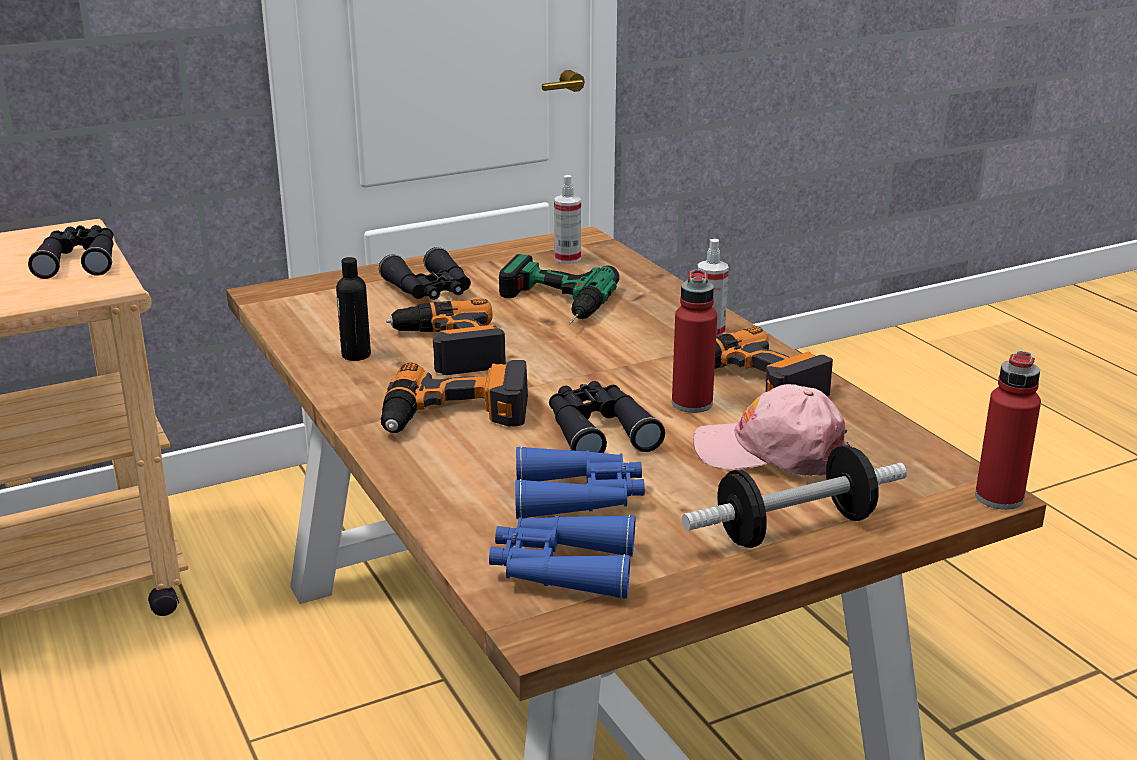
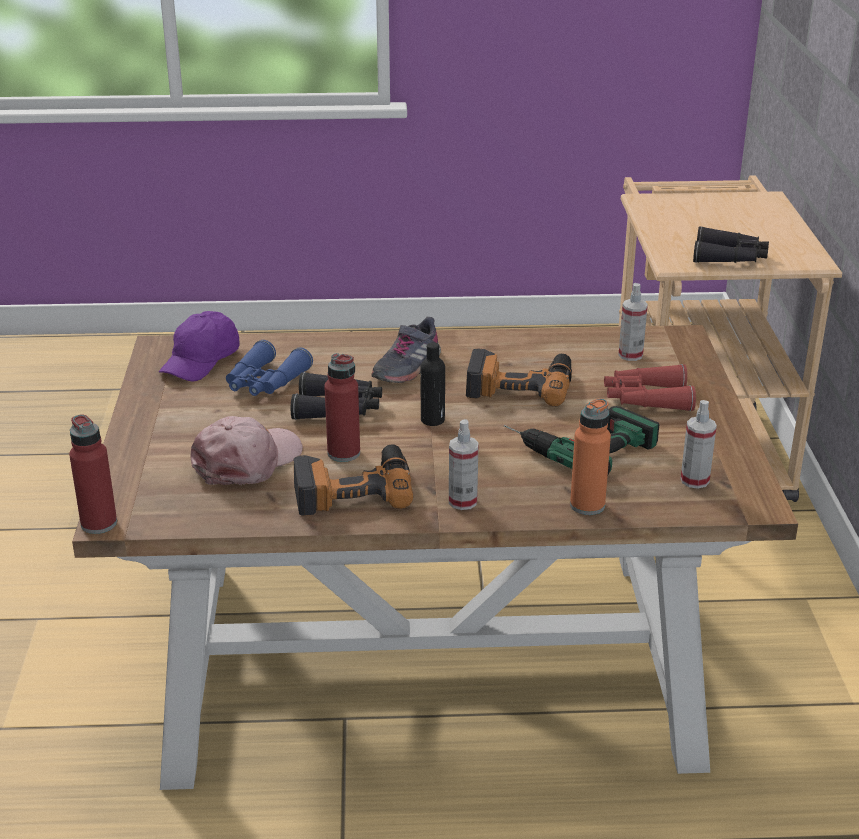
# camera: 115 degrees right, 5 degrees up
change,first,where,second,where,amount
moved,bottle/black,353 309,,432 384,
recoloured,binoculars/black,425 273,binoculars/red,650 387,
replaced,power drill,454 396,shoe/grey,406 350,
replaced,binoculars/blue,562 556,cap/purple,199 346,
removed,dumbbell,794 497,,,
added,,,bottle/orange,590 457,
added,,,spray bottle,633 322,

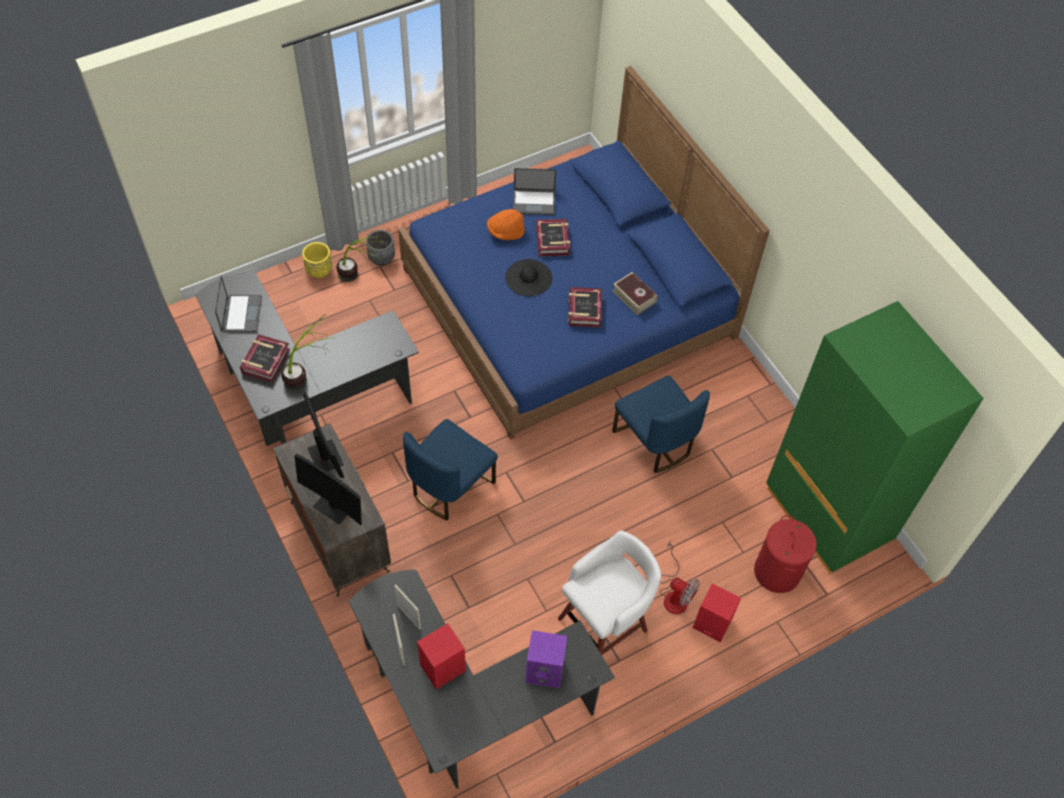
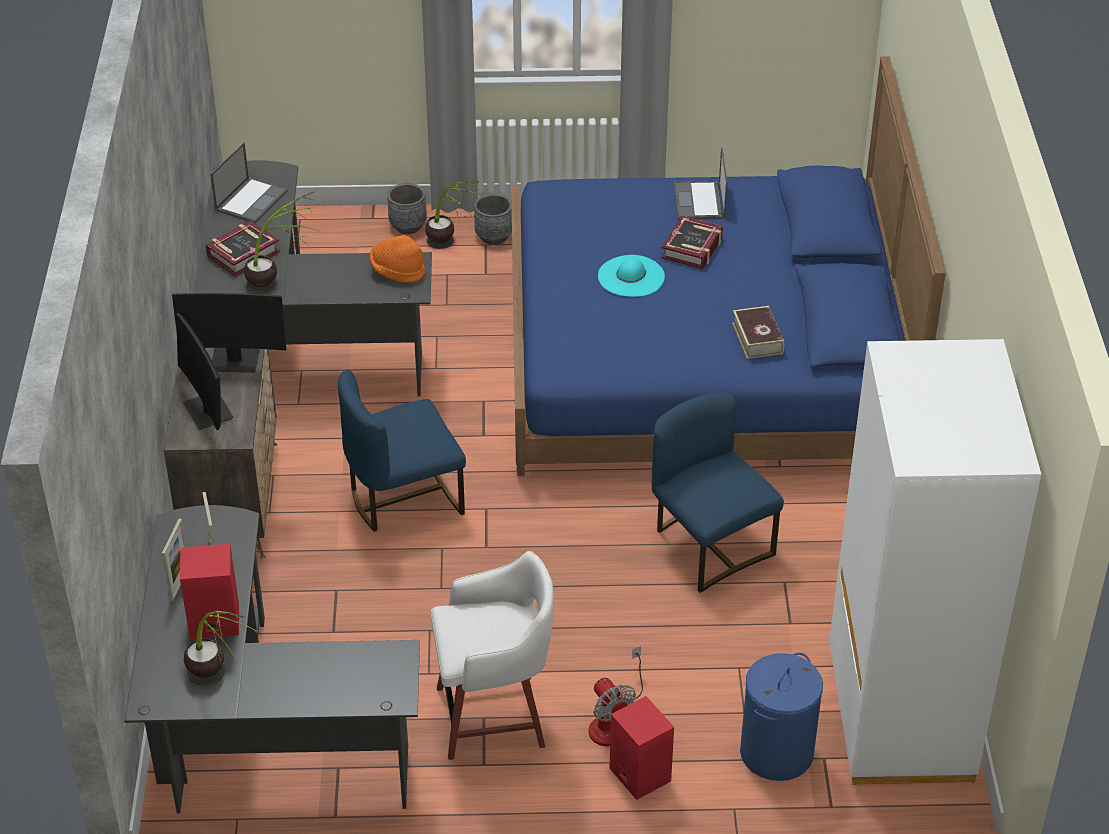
# camera: 30 degrees right, 15 degrees down
change,first,where,second,where,amount
recoloured,planter/yellow,317 260,planter/grey,407 208,
turned,monitor,323 435,,229 332,90 degrees clockwise
moved,hat/orange,506 224,,397 259,
recoloured,hat/black,528 277,hat/turquoise,631 276,
turned,laptop,534 191,,700 183,60 degrees clockwise
removed,speaker/purple,546 659,,,
removed,book,585 307,,,
turned,chair/blue,661 424,,718 492,150 degrees clockwise
recoloured,laundry basket/red,785 554,laundry basket/blue,781 717,
recoloured,wardrobe/green,875 437,wardrobe/white,935 562,
added,,,potted plant,221 648,

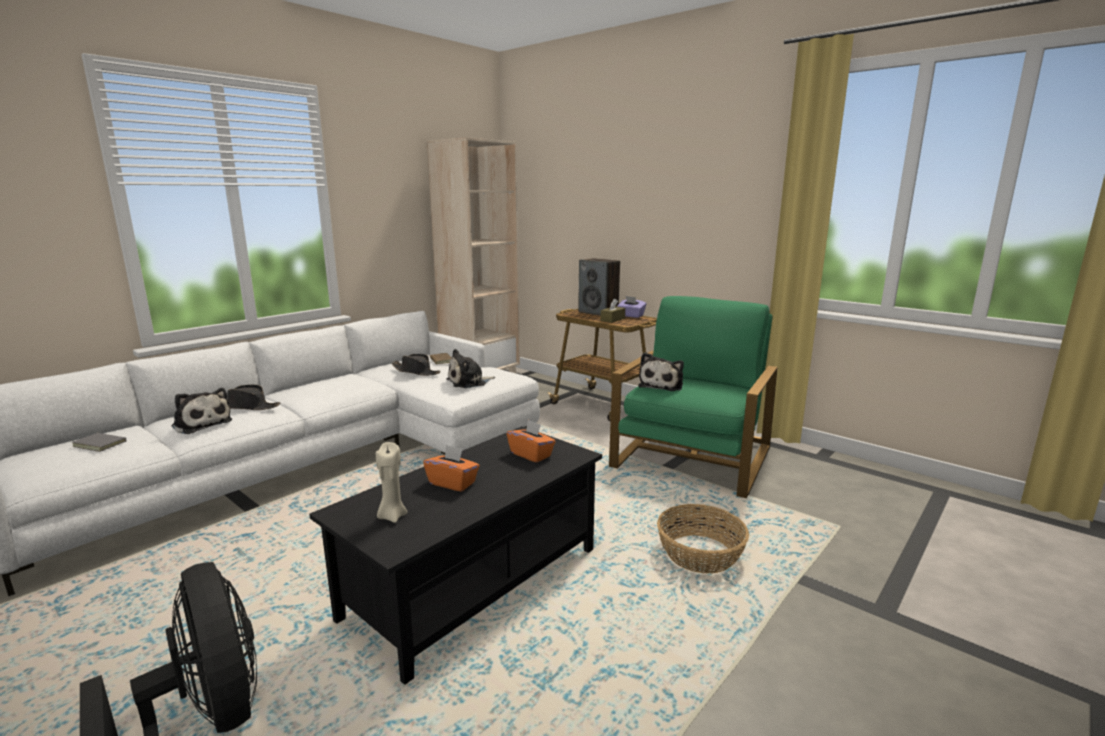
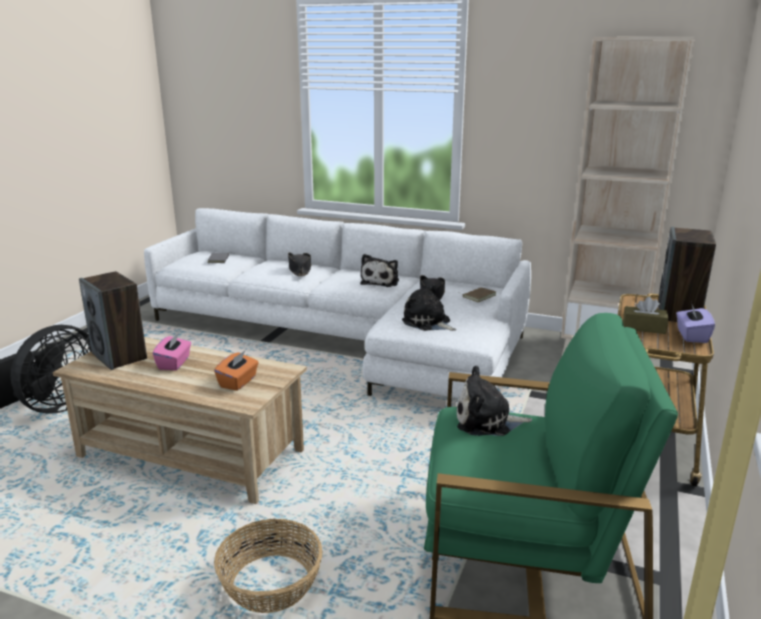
# camera: 70 degrees right, 5 degrees up
change,first,where,second,where,amount
moved,plush toy,201 411,,379 270,
recoloured,coffee table/black,455 555,coffee table/beige,180 420,
replaced,candle/beige,391 482,speaker,113 320,
recoloured,tissue box/orange,451 468,tissue box/pink,172 351,

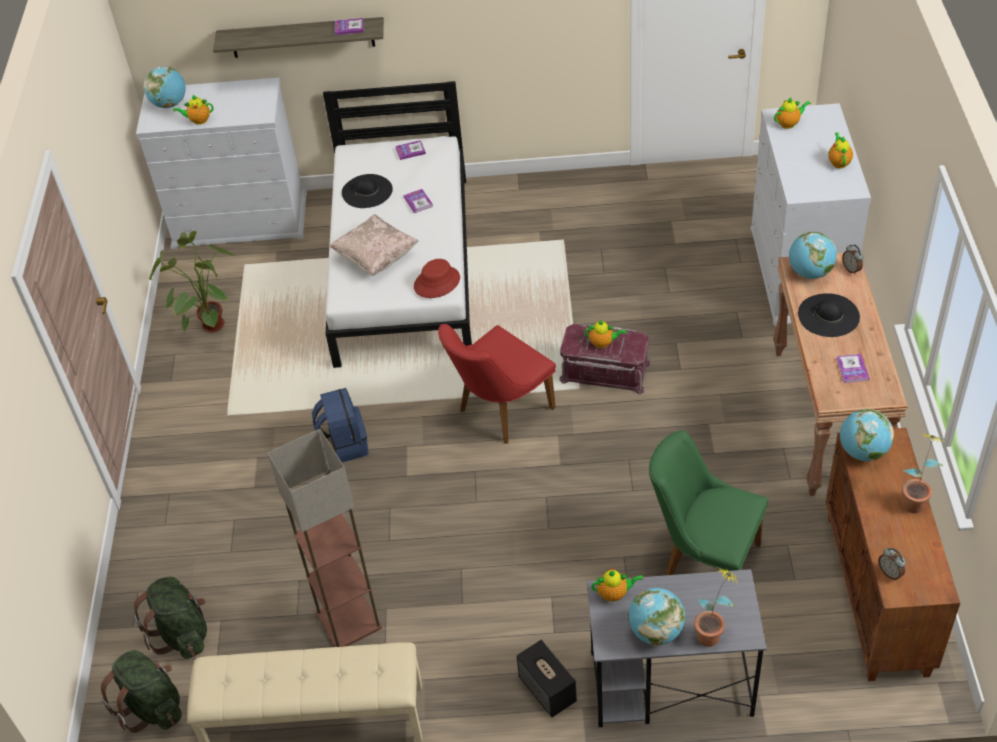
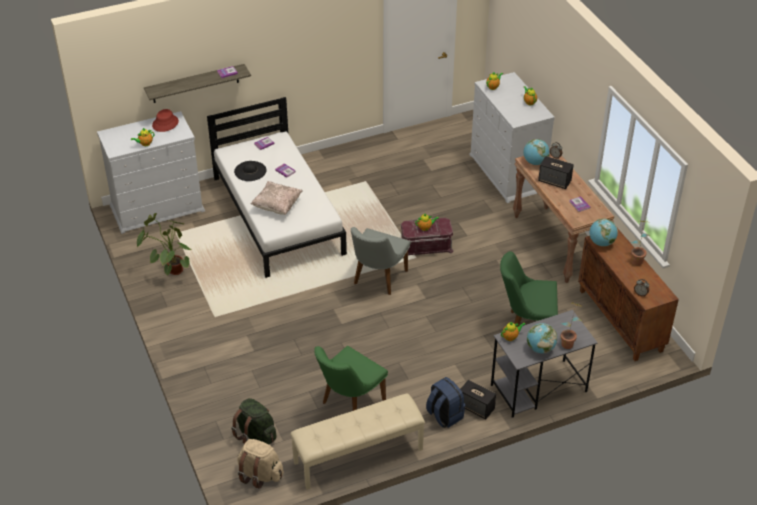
# camera: 25 degrees left, 5 degrees down
change,first,where,second,where,amount
recoloured,backpack/green,141 691,backpack/beige,260 464,
removed,globe,164 87,,,
replaced,floor lamp,324 538,chair/green,351 378,
moved,backpack/blue,340 425,,445 402,
moved,hat/red,437 278,,165 120,
recoloured,chair/red,497 384,chair/grey,380 261,
replaced,hat/black,829 315,speaker,556 172,

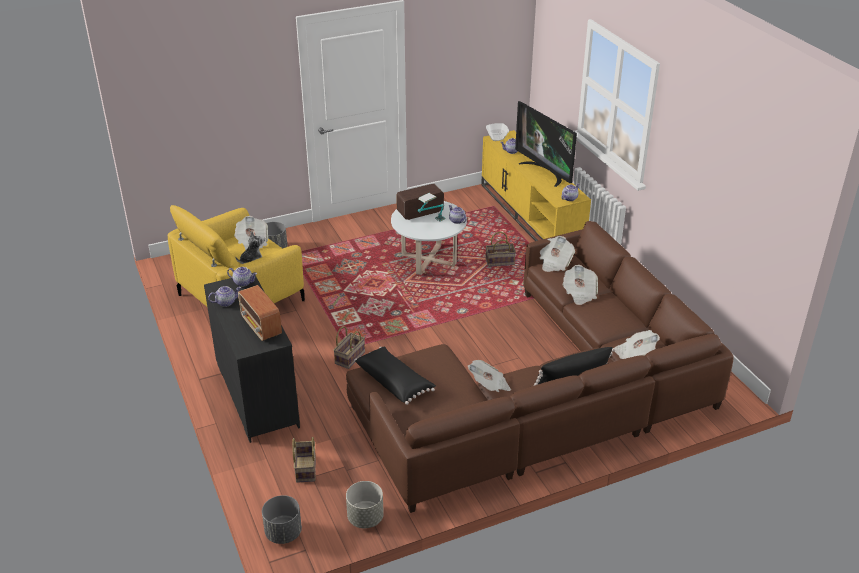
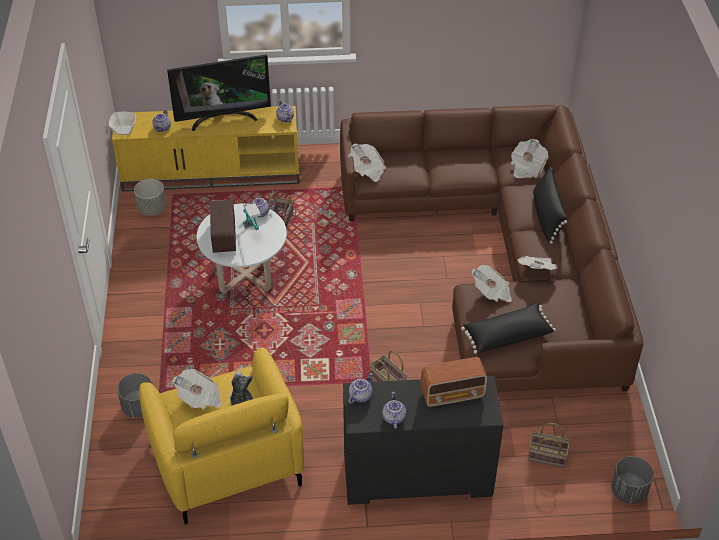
# camera: 70 degrees left, 10 degrees up
change,first,where,second,where,amount
moved,planter/grey,365 504,,150 197,
moved,newspaper,580 285,,492 283,

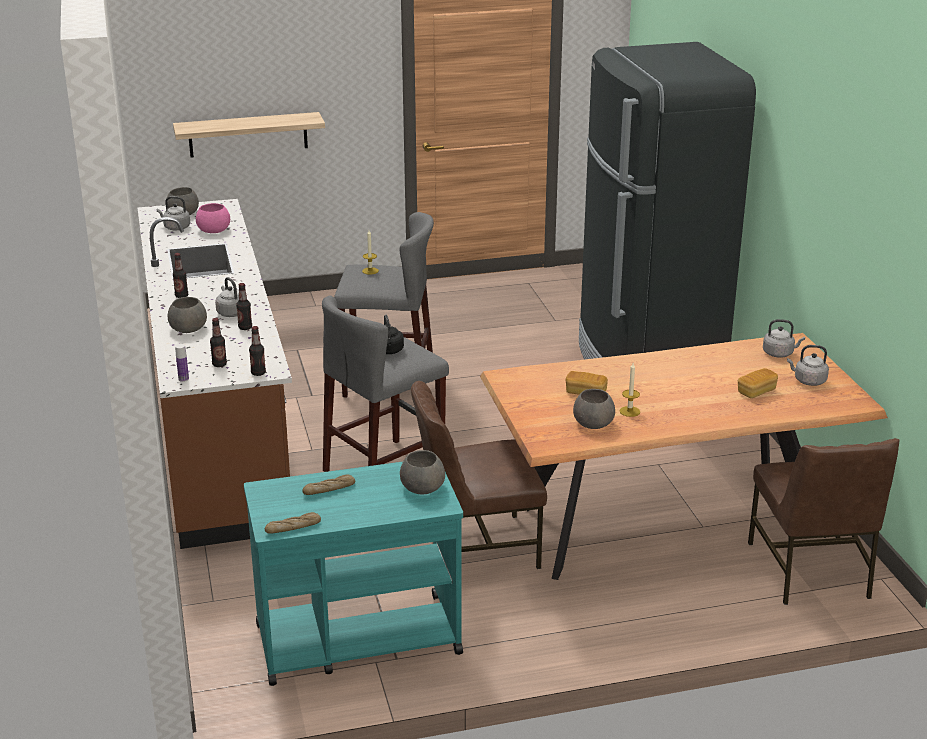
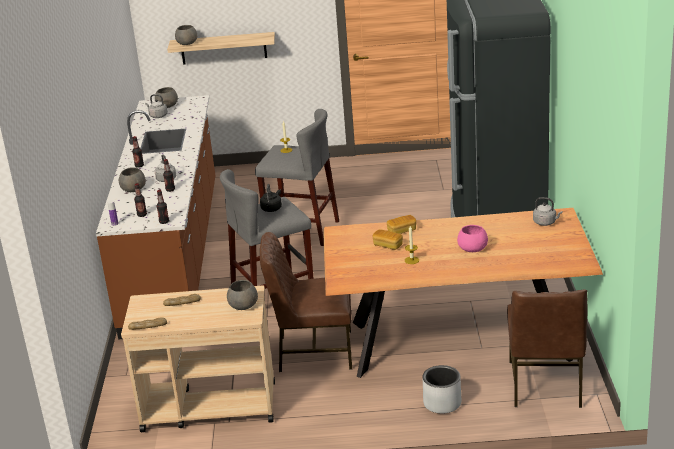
# camera: 15 degrees right, 0 degrees up
change,first,where,second,where,amount
moved,bowl/pink,213 218,,472 238,
recoloured,cart/turquoise,353 574,cart/beige,198 359,
moved,bowl/grey,594 409,,186 35,
moved,bread,758 383,,401 224,
removed,kettle/grey,808 365,,,
added,,,planter/grey,441 389,

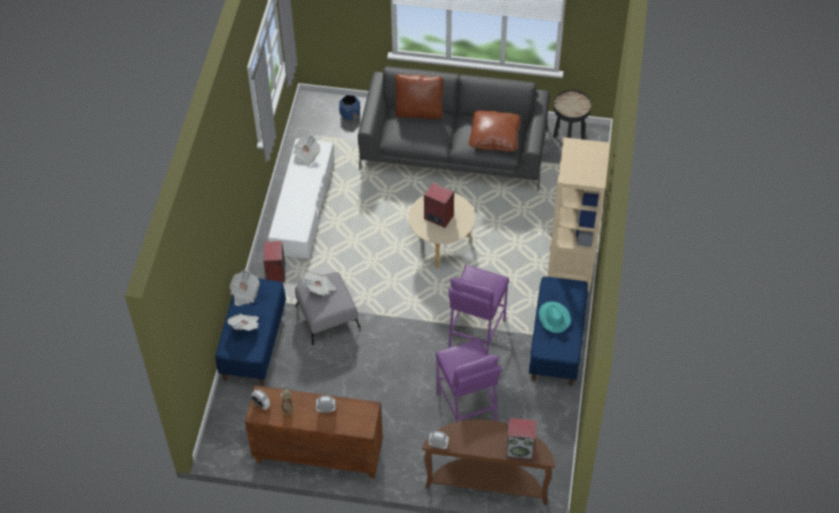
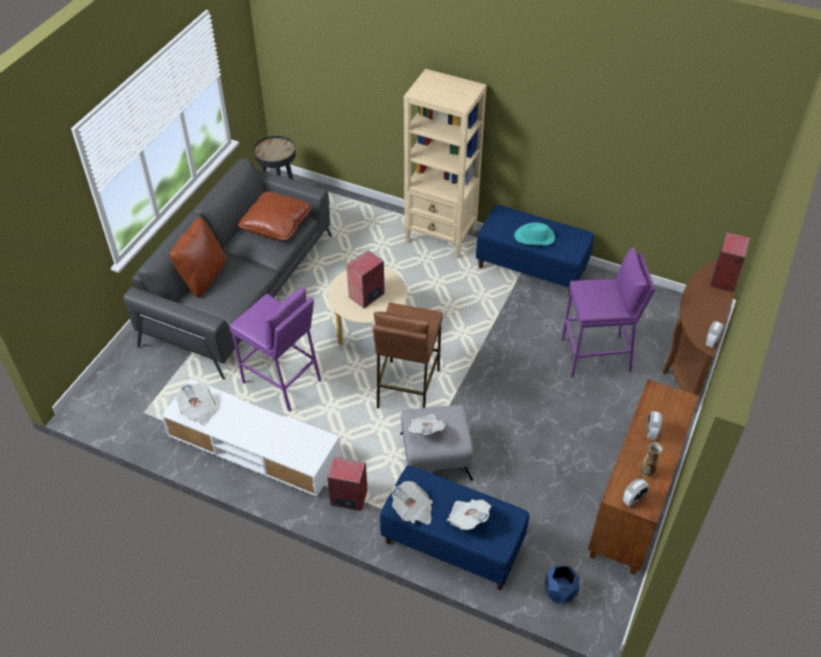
# camera: 75 degrees left, 5 degrees down
change,first,where,second,where,amount
moved,planter/blue,349 107,,562 584,
moved,stool/purple,478 310,,275 349,
added,,,stool/brown,408 356,

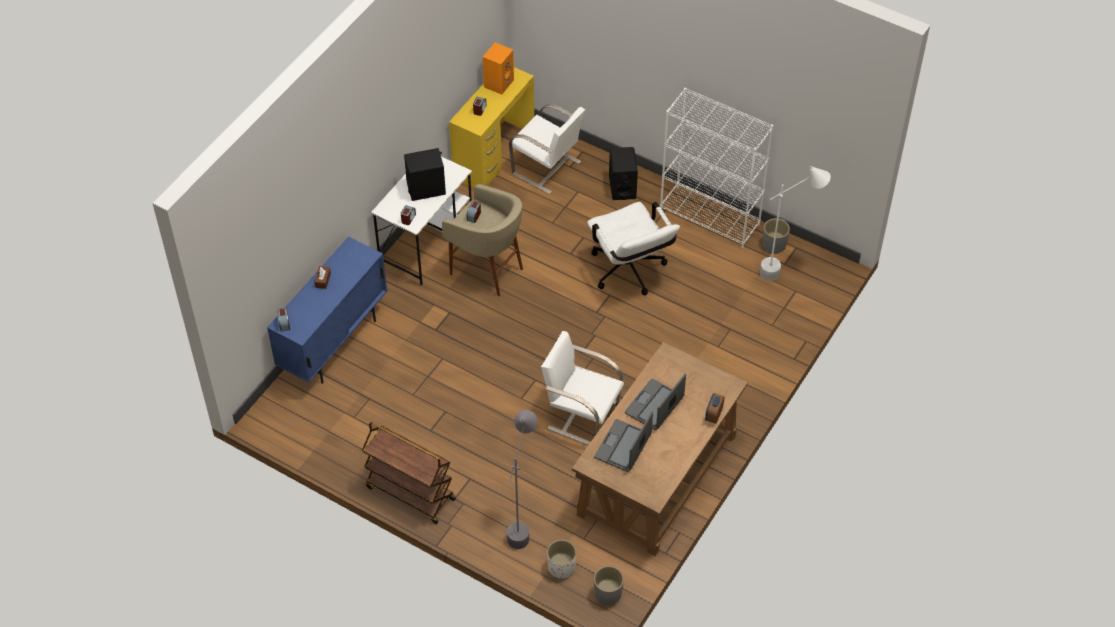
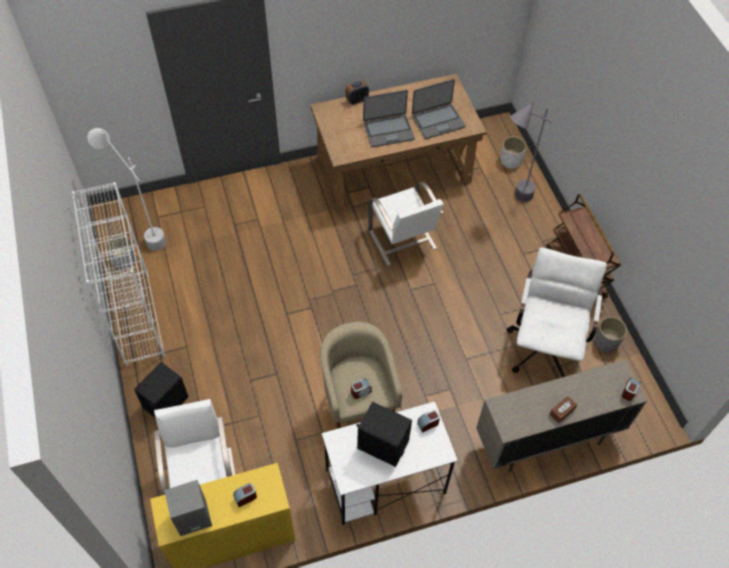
# camera: 140 degrees left, 5 degrees up
change,first,where,second,where,amount
recoloured,cabinet/blue,327 310,cabinet/beige,562 416,
recoloured,speaker/orange,498 68,speaker/grey,188 508,
moved,office chair/white,633 248,,557 312,
moved,planter/grey,609 586,,610 334,

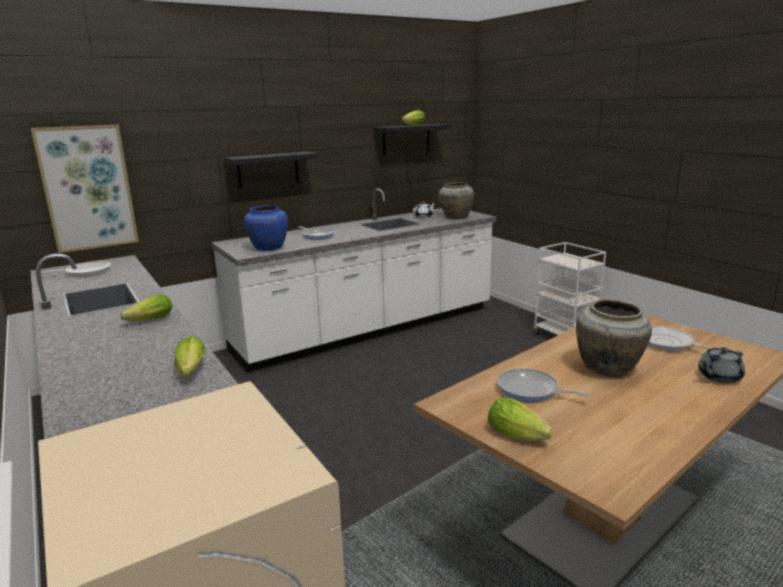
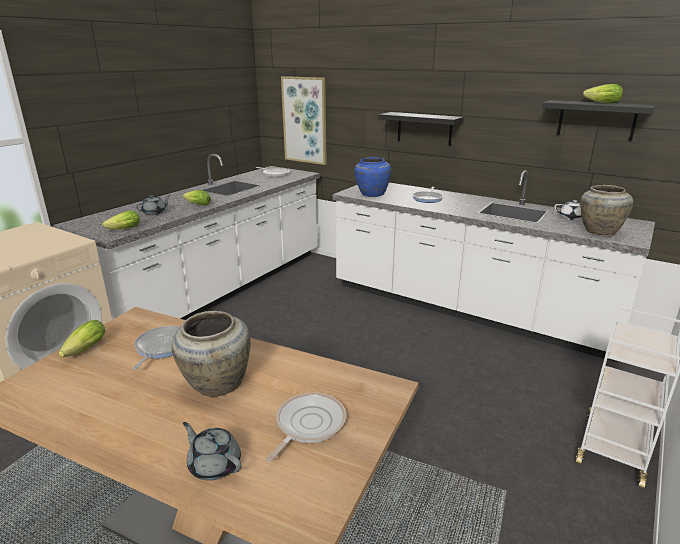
# camera: 65 degrees right, 5 degrees up
change,first,where,second,where,amount
added,,,teapot/grey,153 205,

